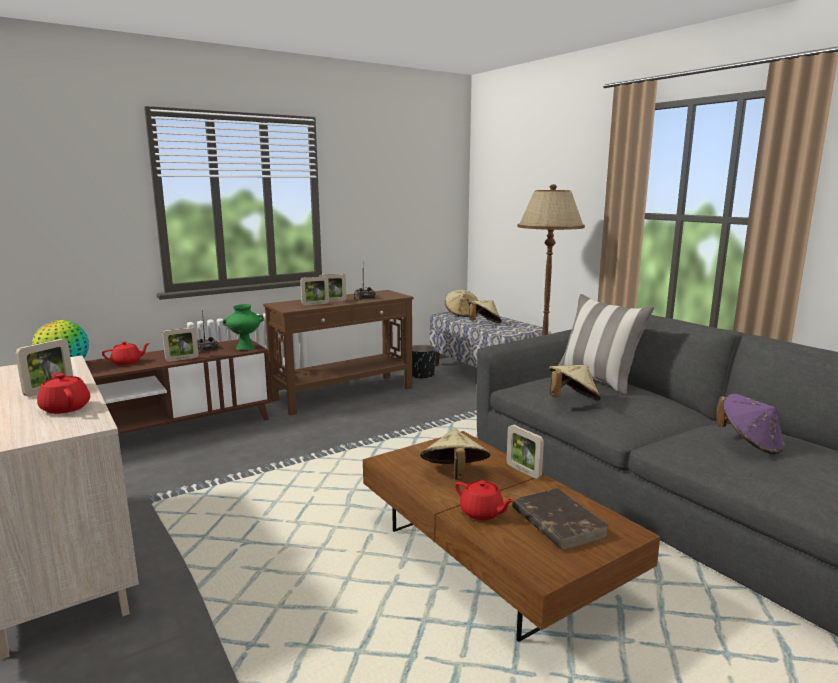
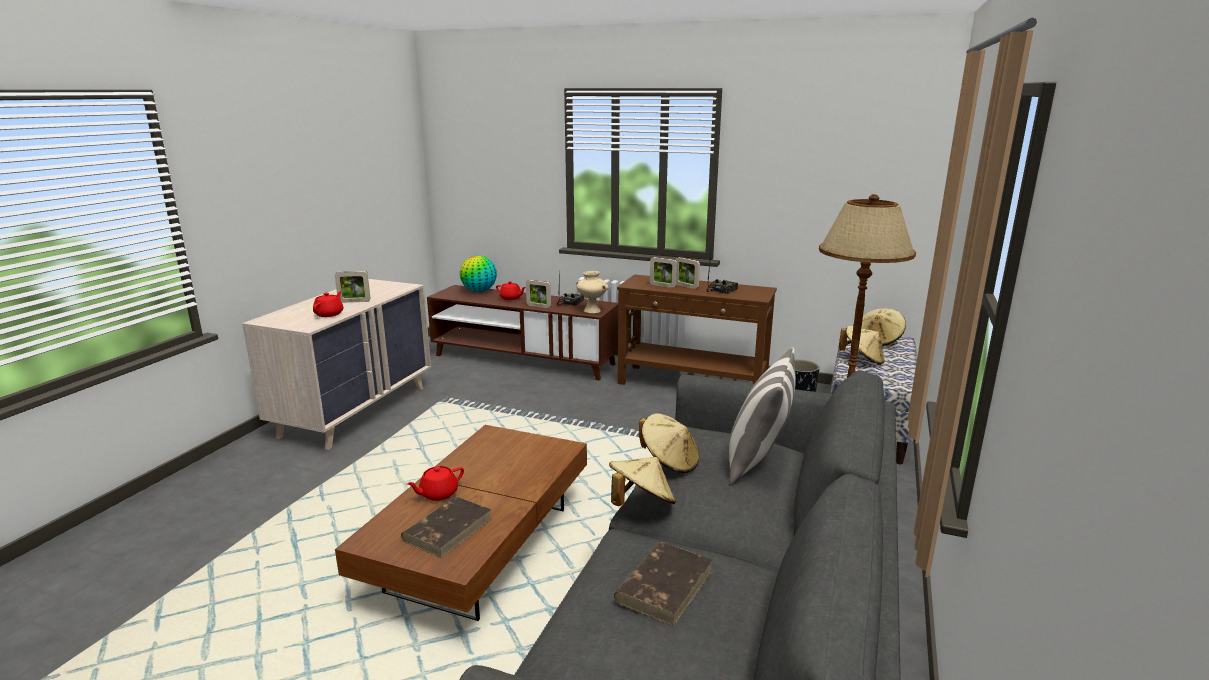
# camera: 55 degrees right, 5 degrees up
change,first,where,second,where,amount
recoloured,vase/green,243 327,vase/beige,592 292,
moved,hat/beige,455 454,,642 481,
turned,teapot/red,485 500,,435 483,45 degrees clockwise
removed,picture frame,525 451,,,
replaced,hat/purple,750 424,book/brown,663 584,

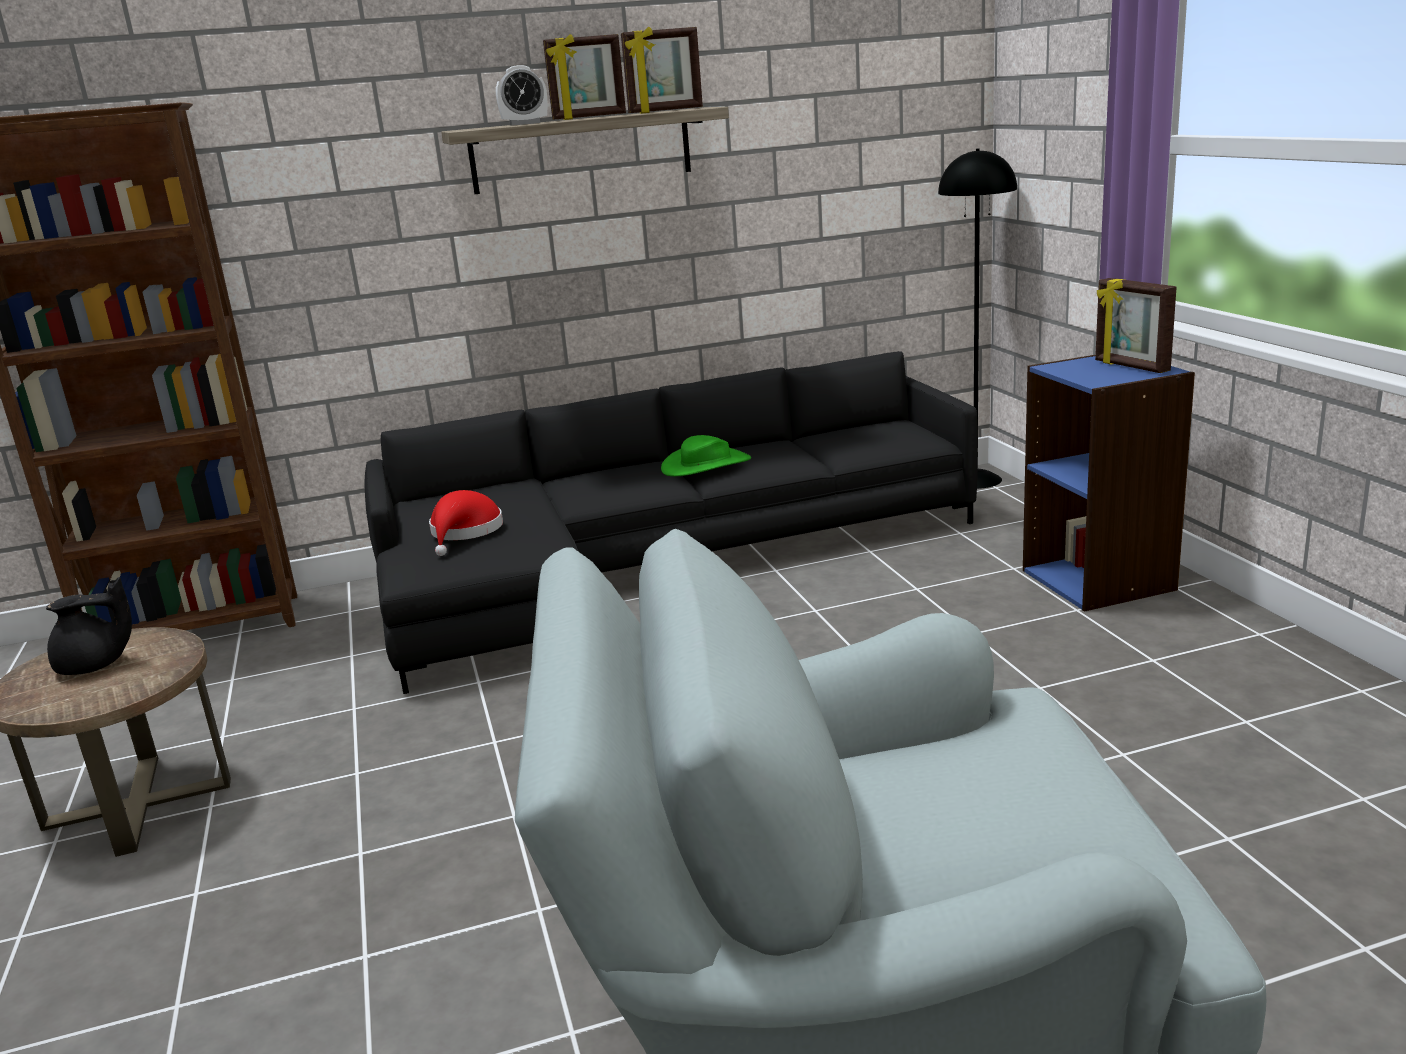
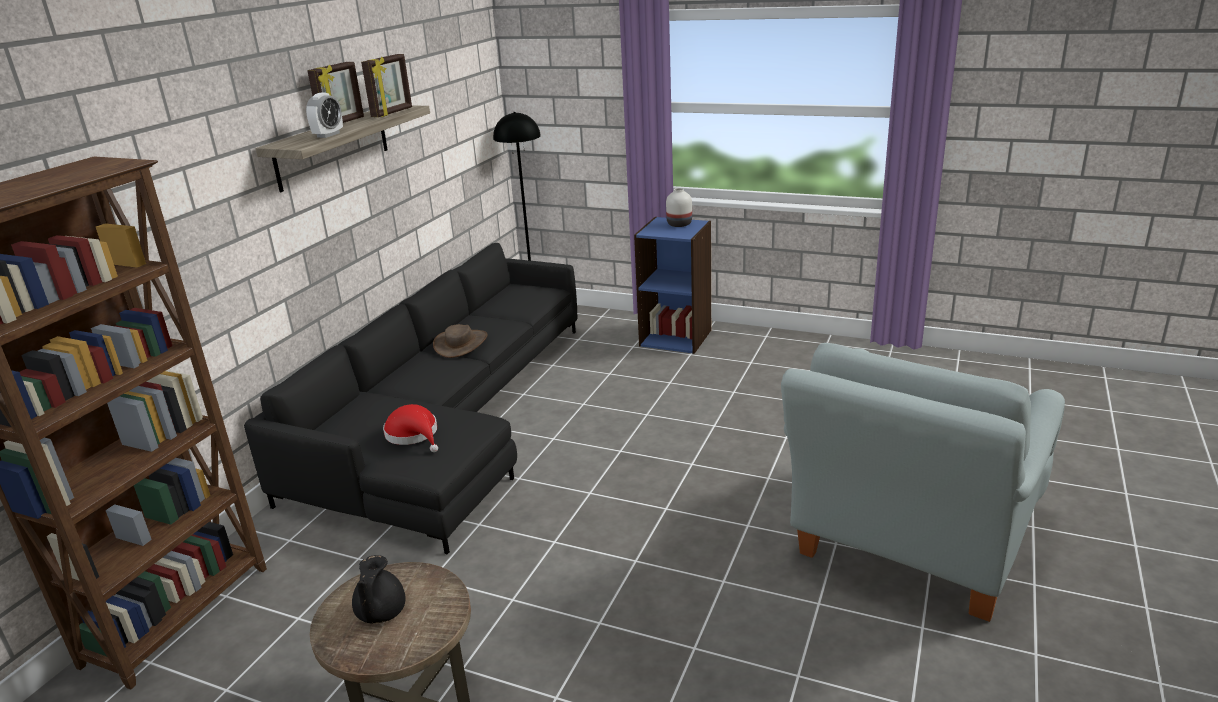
# camera: 50 degrees left, 5 degrees up
change,first,where,second,where,amount
turned,teapot/black,89 626,,378 589,150 degrees clockwise
recoloured,hat/green,706 455,hat/brown,460 341,
replaced,picture frame,1136 325,vase/white,679 207,

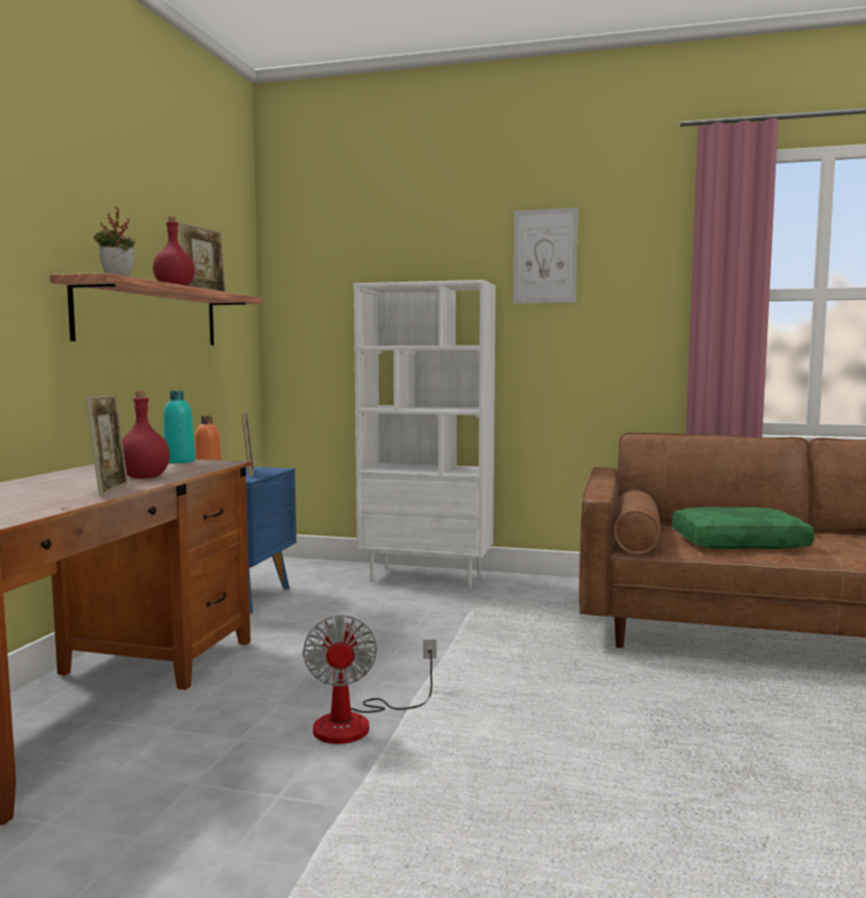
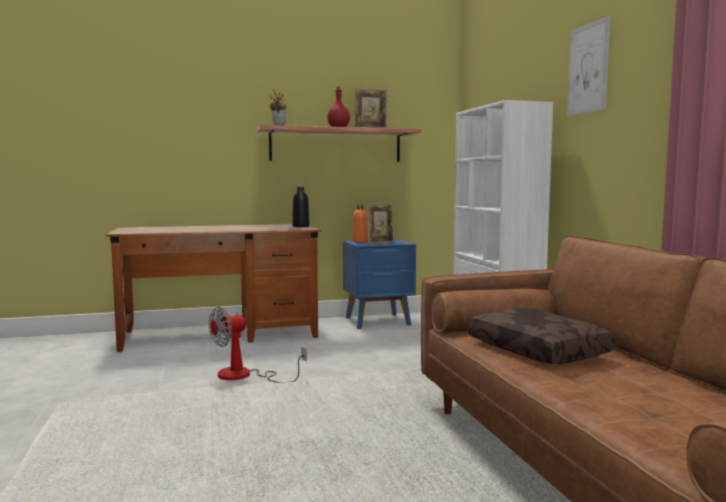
# camera: 60 degrees right, 0 degrees up
change,first,where,second,where,amount
removed,picture frame,107 446,,,
removed,bottle/red,146 435,,,
recoloured,bottle/turquoise,179 427,bottle/black,300 207,
recoloured,pillow/green,743 528,pillow/brown,541 336,

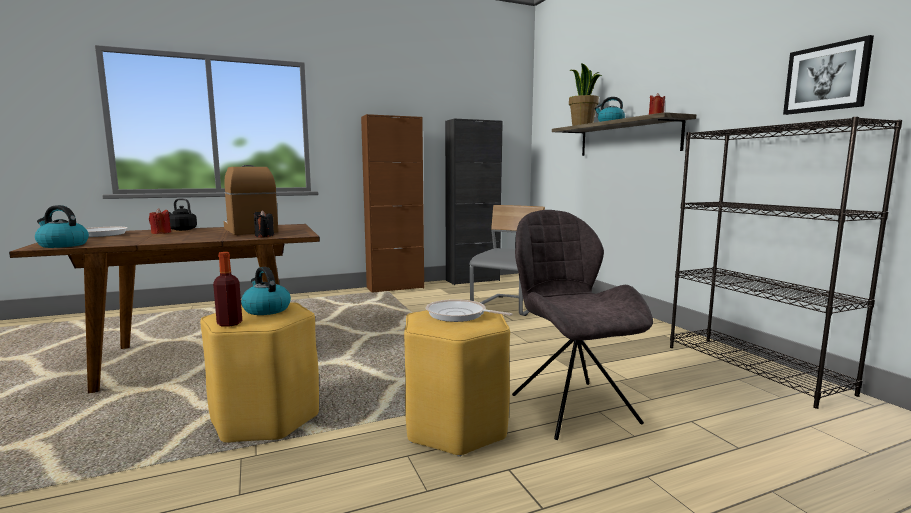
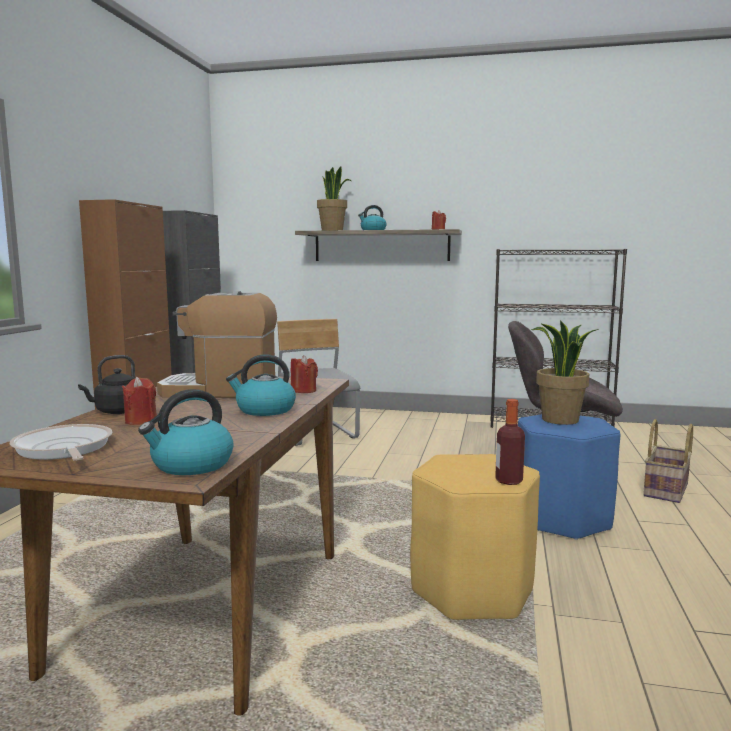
# camera: 55 degrees left, 0 degrees up
change,first,where,second,where,amount
moved,kettle,266 291,,261 385,
recoloured,candle/black,264 223,candle/red,304 374,
recoloured,stool/yellow,457 383,stool/blue,569 477,
replaced,frying pan,469 310,potted plant,565 372,
removed,picture,828 75,,,
added,,,basket,668 461,

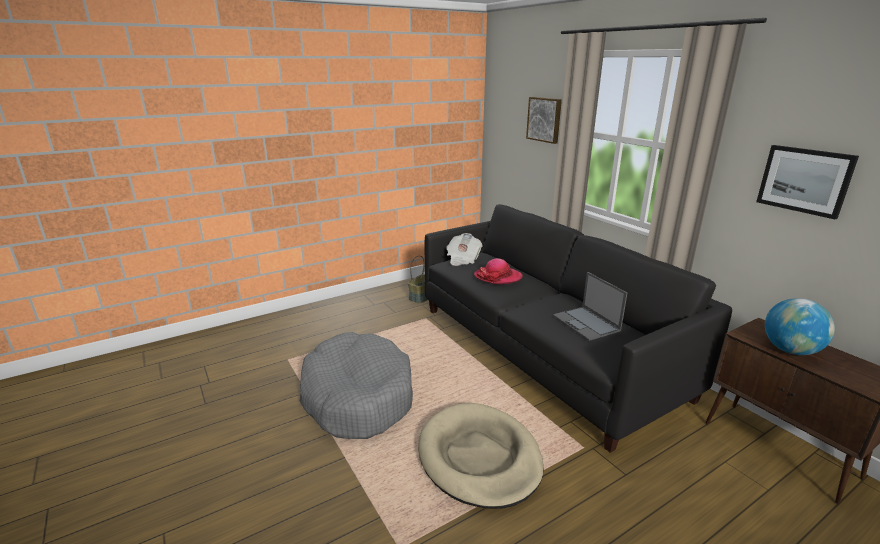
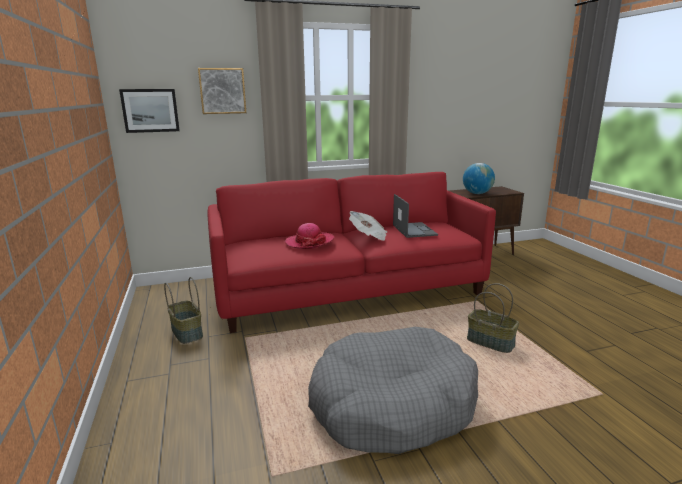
# camera: 75 degrees left, 5 degrees down
change,first,where,second,where,amount
replaced,dog bed/beige,481 456,basket,493 318,
recoloured,sofa/black,578 328,sofa/red,351 252,
moved,newspaper,464 249,,368 226,
turned,laptop,590 306,,415 216,90 degrees counterclockwise
moved,picture,807 182,,149 111,

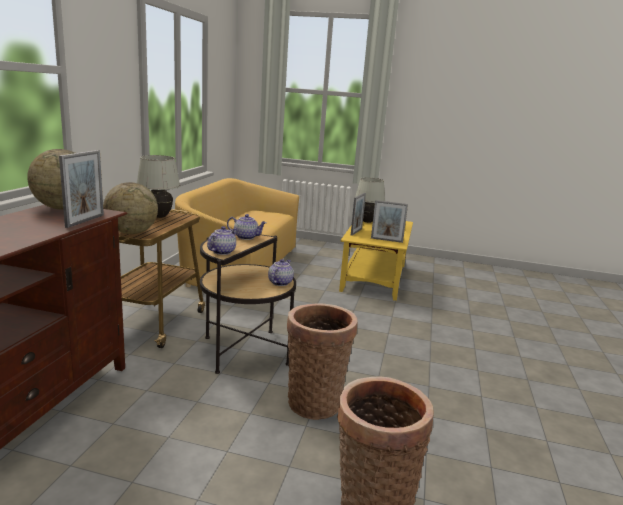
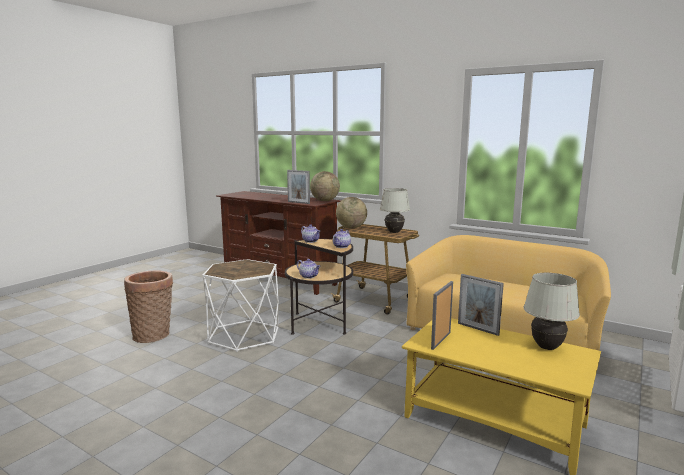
# camera: 110 degrees right, 5 degrees down
change,first,where,second,where,amount
replaced,basket,322 361,side table/white,240 305,

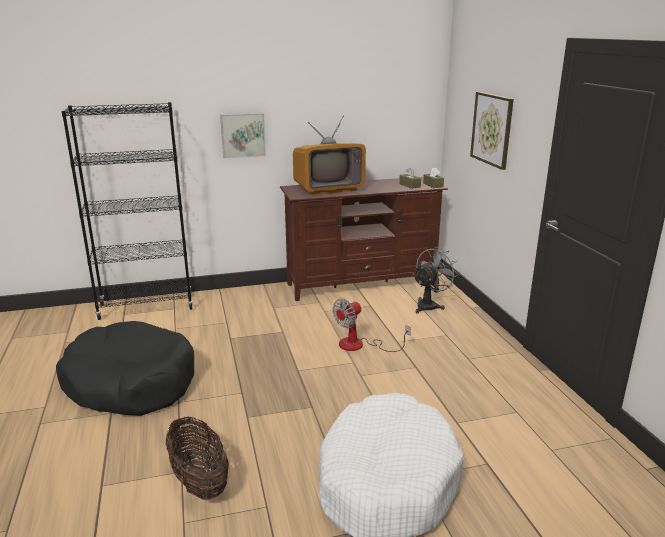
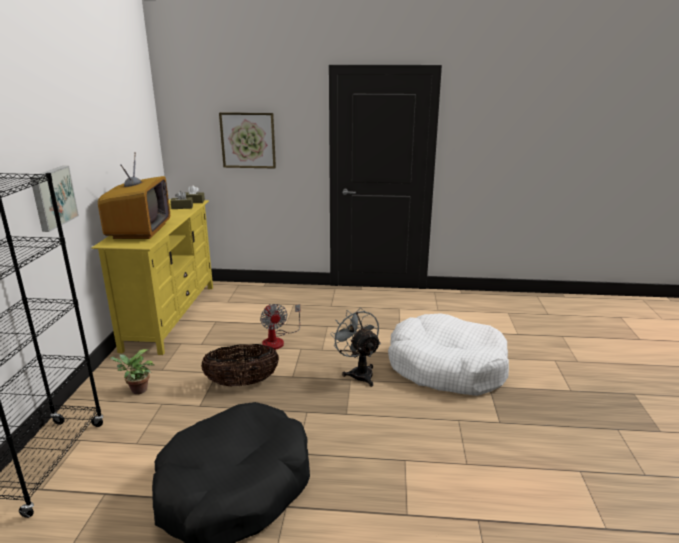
# camera: 70 degrees left, 0 degrees up
change,first,where,second,where,amount
moved,basket,197 458,,240 365,
recoloured,tv stand/brown,364 239,tv stand/yellow,152 277,
moved,fan/grey,436 280,,355 347,
added,,,potted plant,132 371,

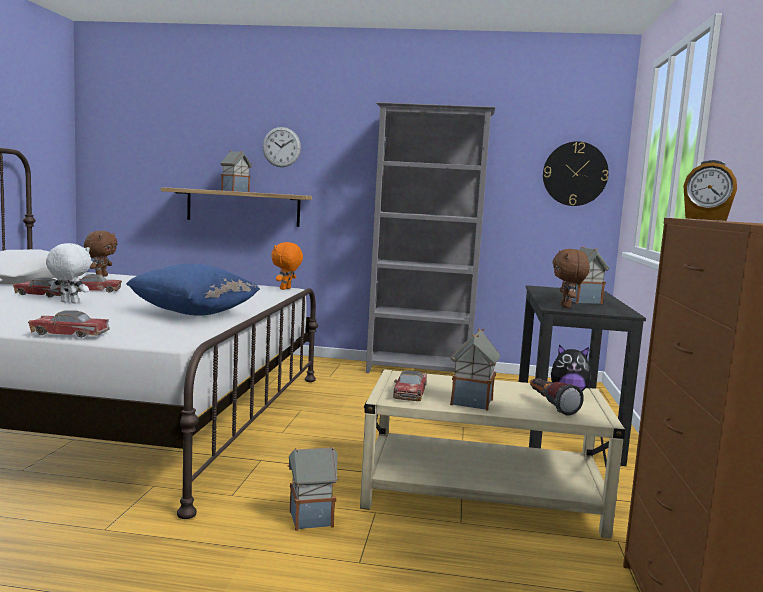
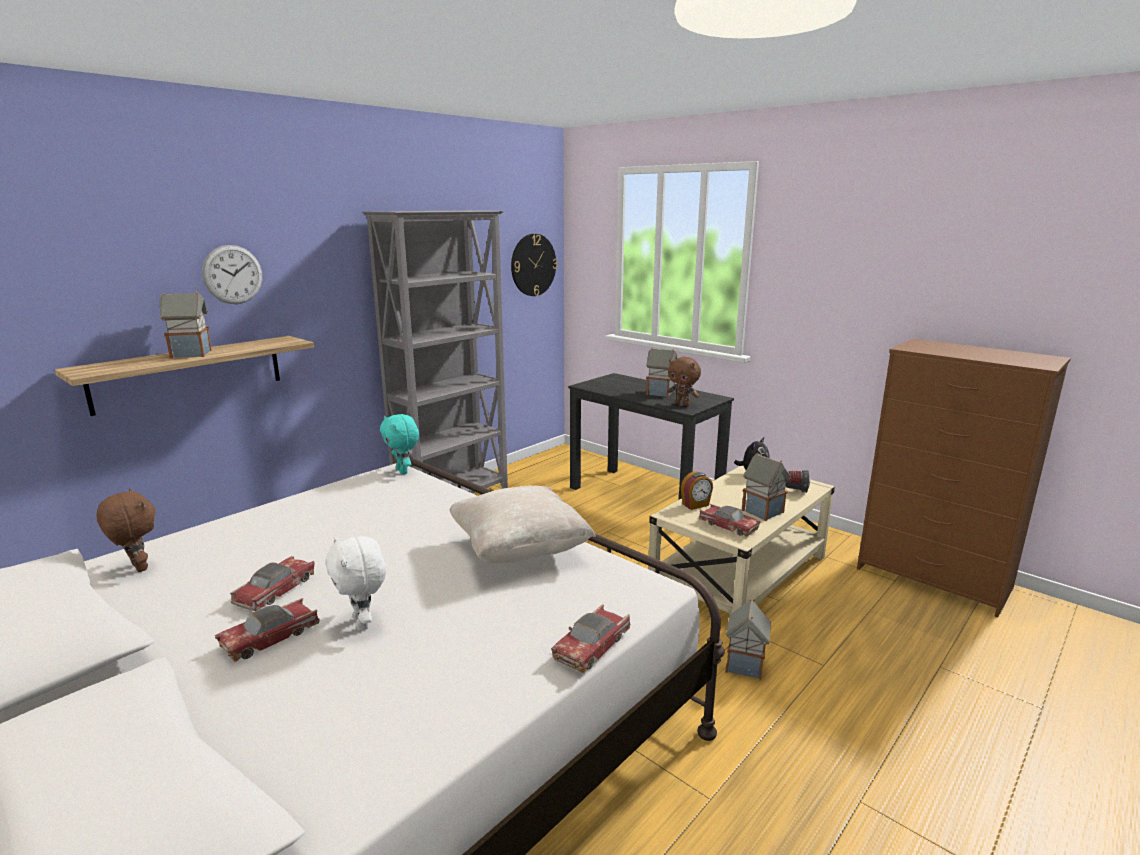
# camera: 55 degrees left, 10 degrees up
change,first,where,second,where,amount
turned,plush toy/white,68 273,,355 583,75 degrees counterclockwise
recoloured,pillow/blue,193 289,pillow/beige,523 524,
recoloured,plush toy/orange,287 266,plush toy/turquoise,399 444,
moved,alarm clock,710 190,,697 491,

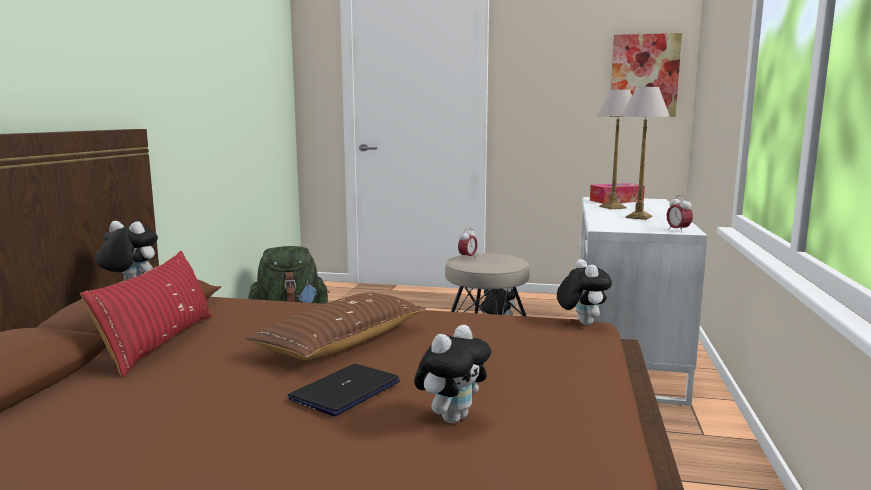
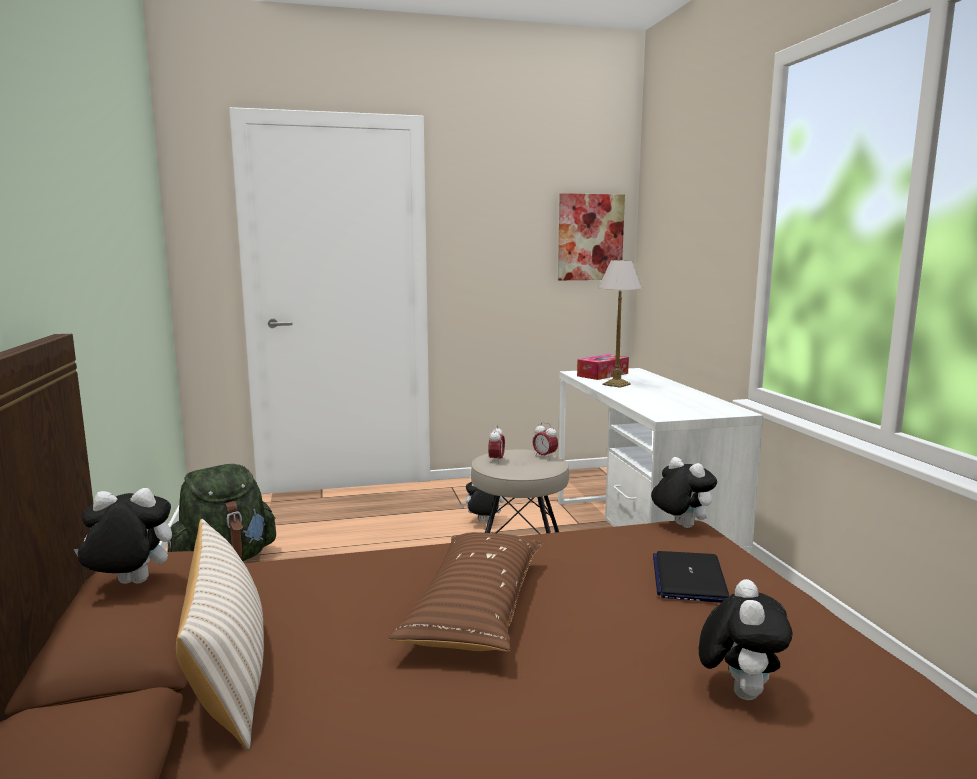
# camera: 25 degrees left, 0 degrees up
change,first,where,second,where,amount
recoloured,pillow/red,146 314,pillow/beige,220 635,
moved,laptop,344 390,,691 577,
removed,table lamp,646 153,,,
moved,alarm clock,680 214,,545 441,

